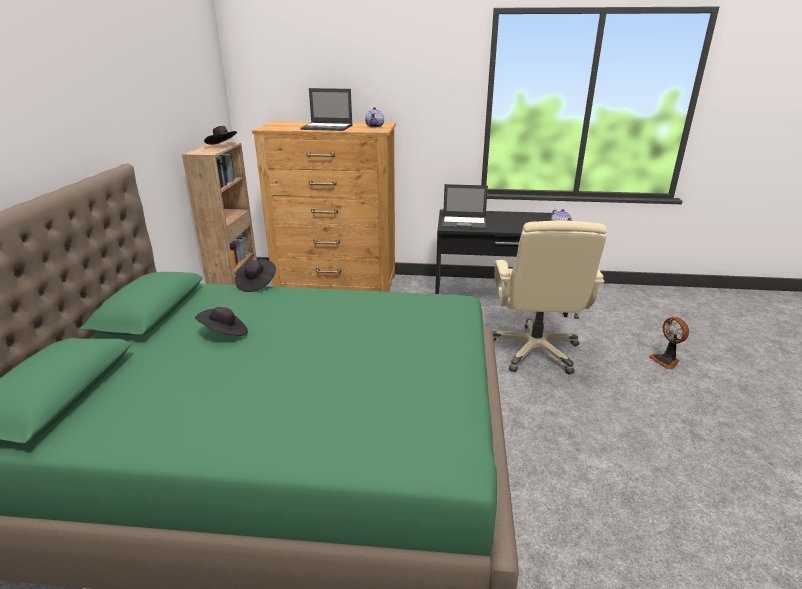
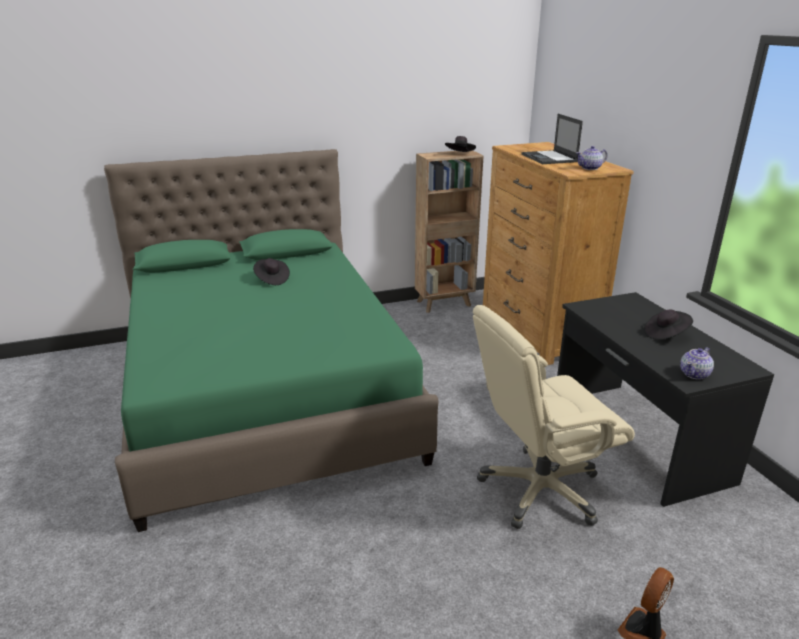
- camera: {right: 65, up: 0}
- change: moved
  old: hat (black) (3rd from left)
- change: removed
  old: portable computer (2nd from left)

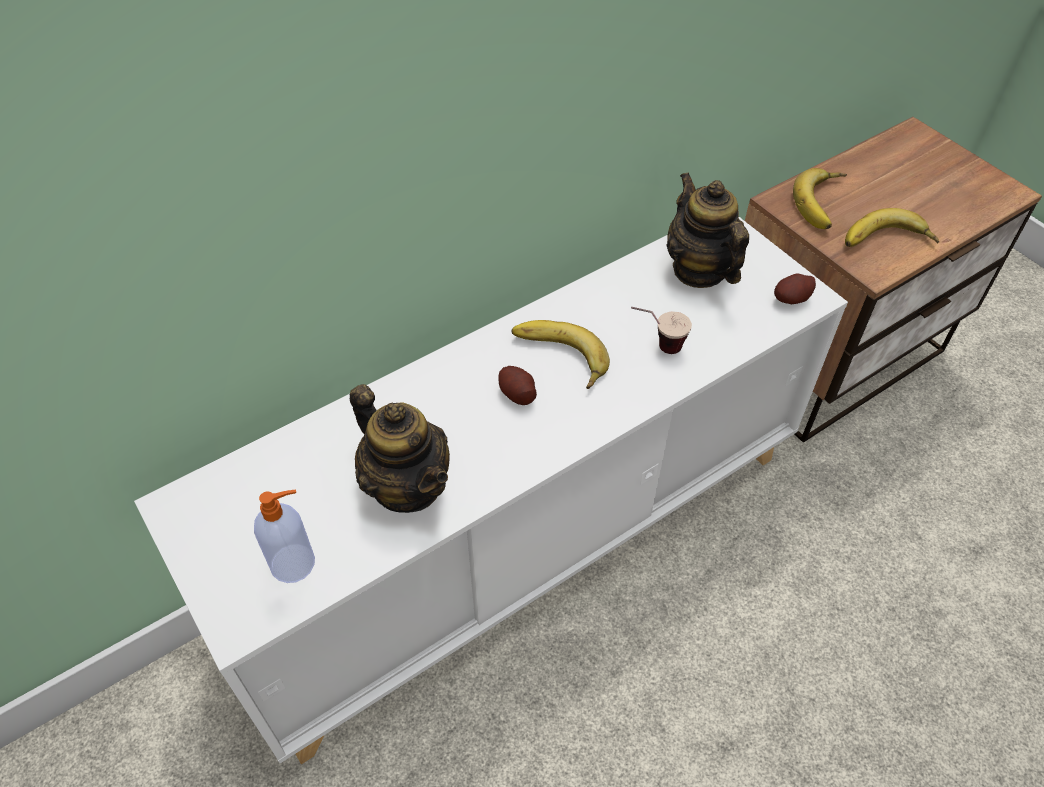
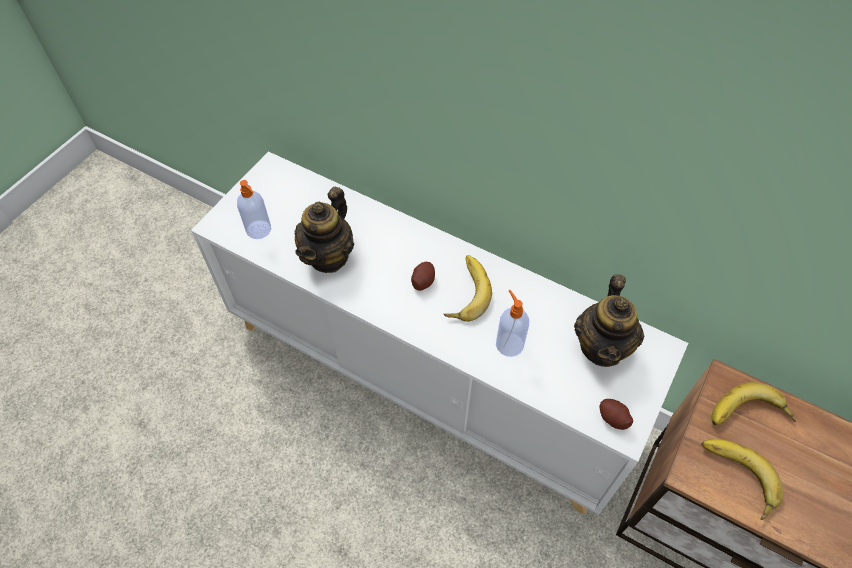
- camera: {right: 65, up: 5}
- change: replaced
  old: cup
  new: soap bottle (2nd from left)
- change: turned
  old: teapot (2nd from left)
  degrees: 150

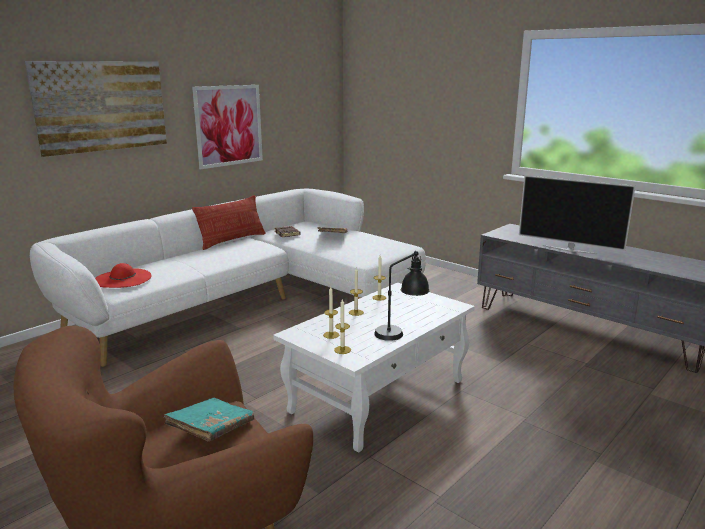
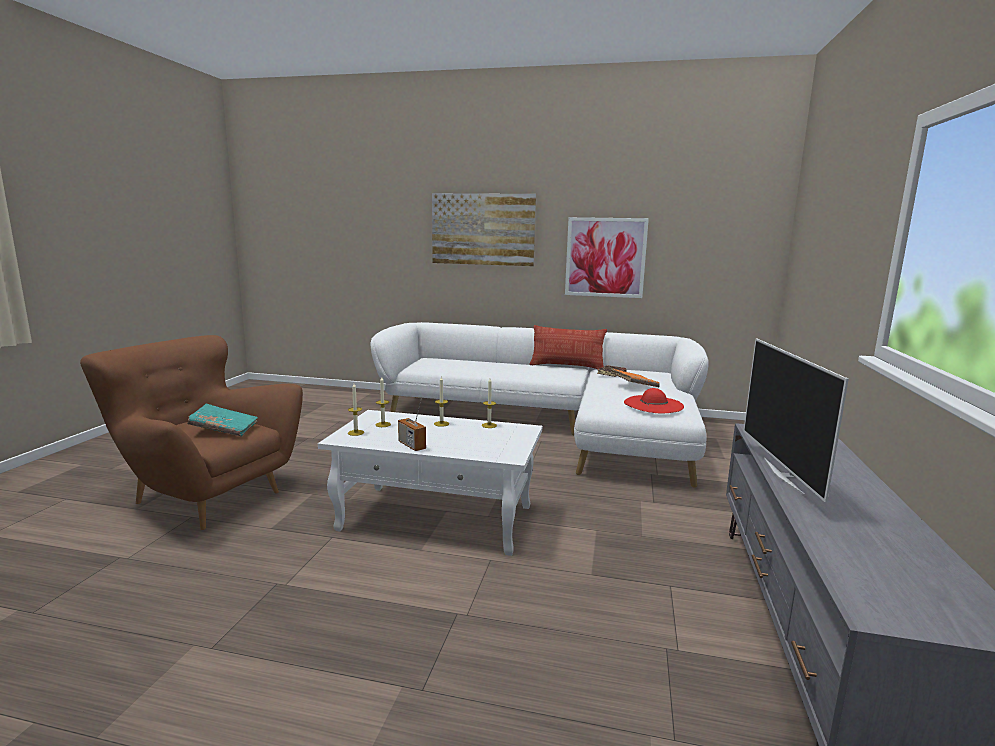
- camera: {right: 60, up: -5}
- change: moved
  old: hat (reddish)
- change: replaced
  old: lamp for a table (black)
  new: radio

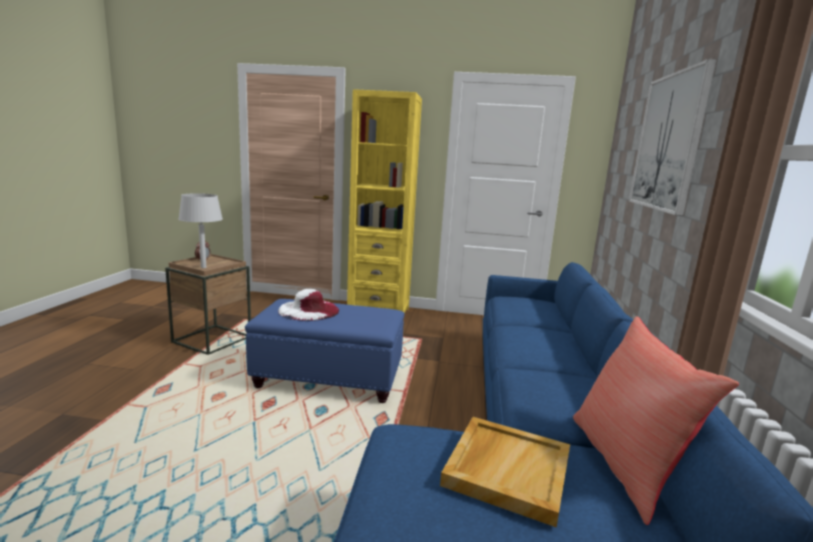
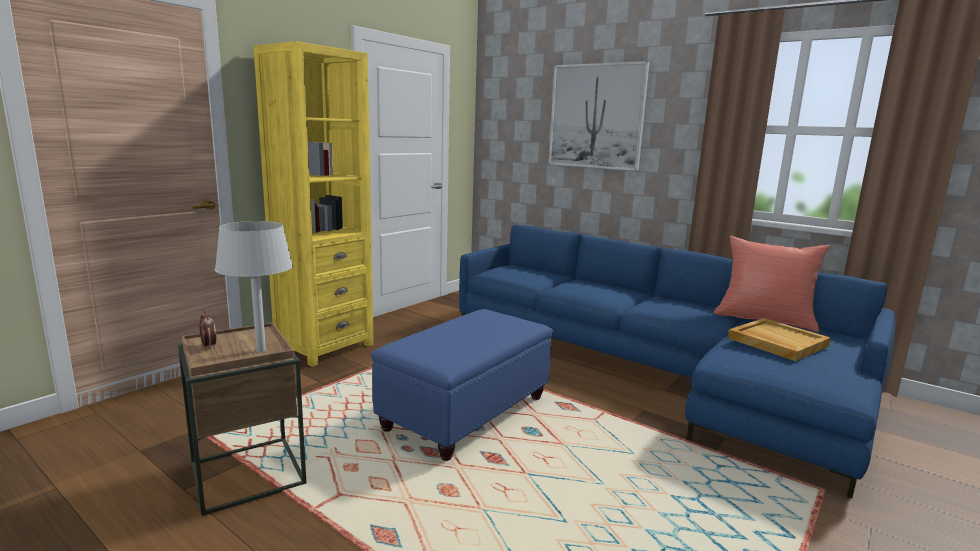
- camera: {right: -60, up: 0}
- change: removed
  old: hat (whitish)

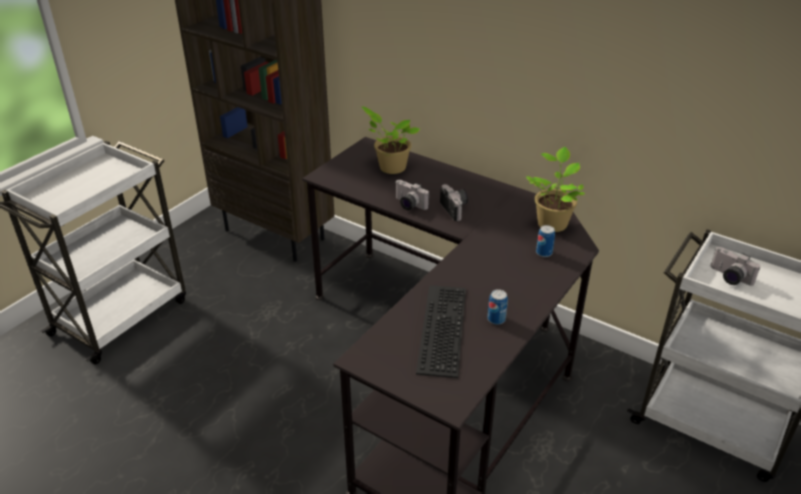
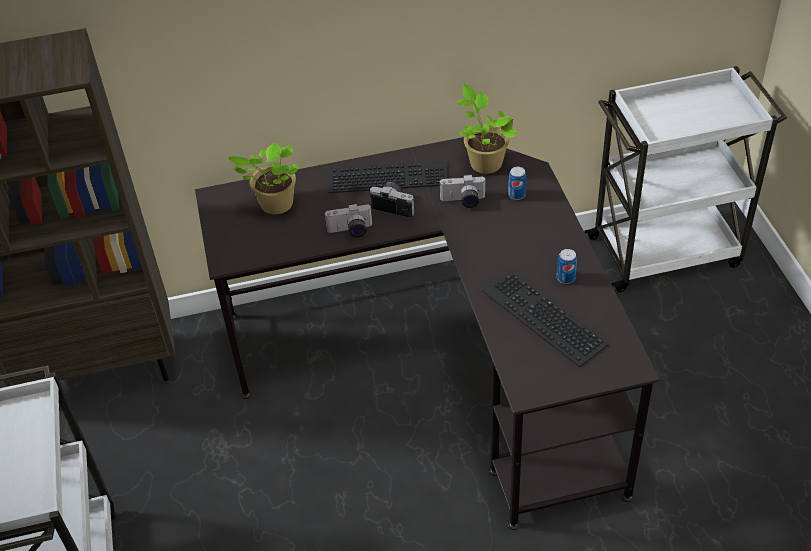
- camera: {right: -45, up: 10}
- change: moved
  old: still camera (3rd from left)
- change: added
  new: PC keyboard (1st from left)

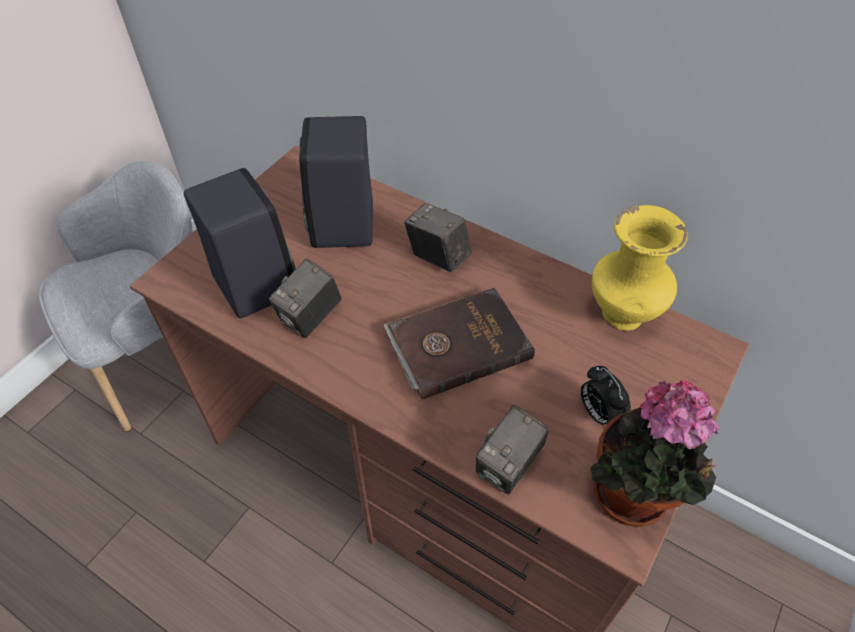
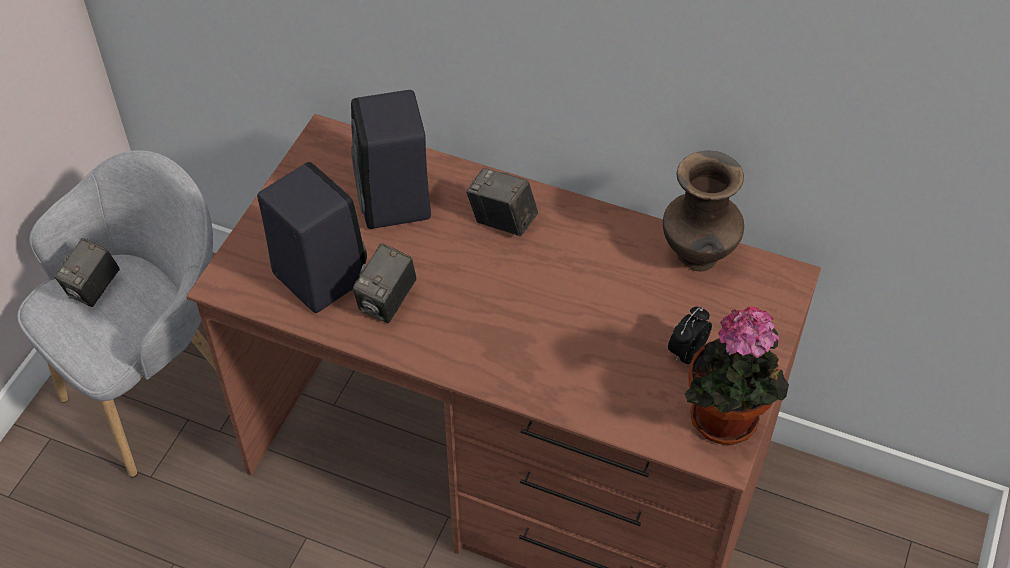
- camera: {right: -10, up: 0}
- change: removed
  old: book (brownish)
- change: moved
  old: still camera (3rd from left in the first image)
  new: still camera (1st from left)
- change: turned
  old: table clock
  degrees: 75
- change: recoloured
  old: flower vase (yellow-coloured)
  new: flower vase (brownish)

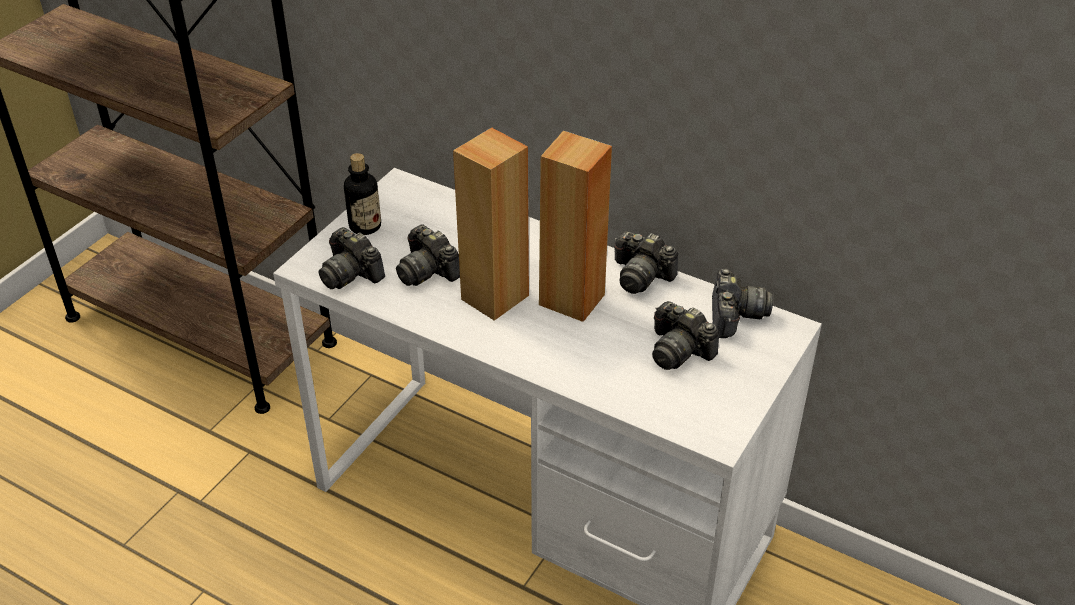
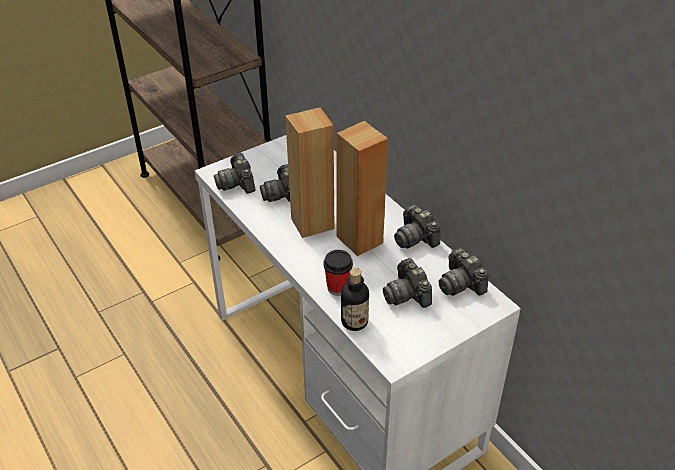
- camera: {right: 25, up: 0}
- change: moved
  old: beverage bottle
- change: turned
  old: still camera (5th from left)
  degrees: 120
- change: added
  new: cup

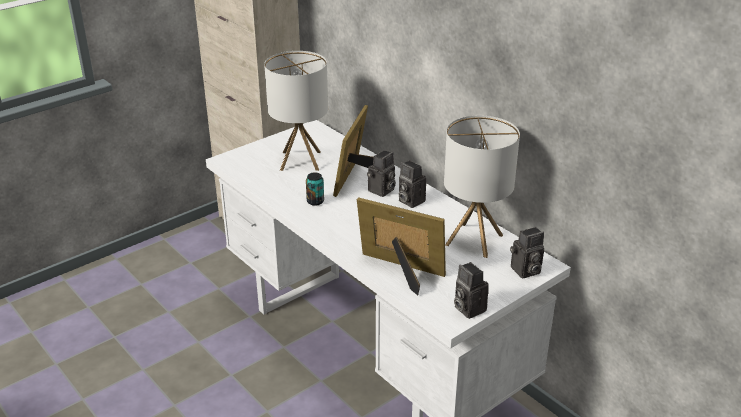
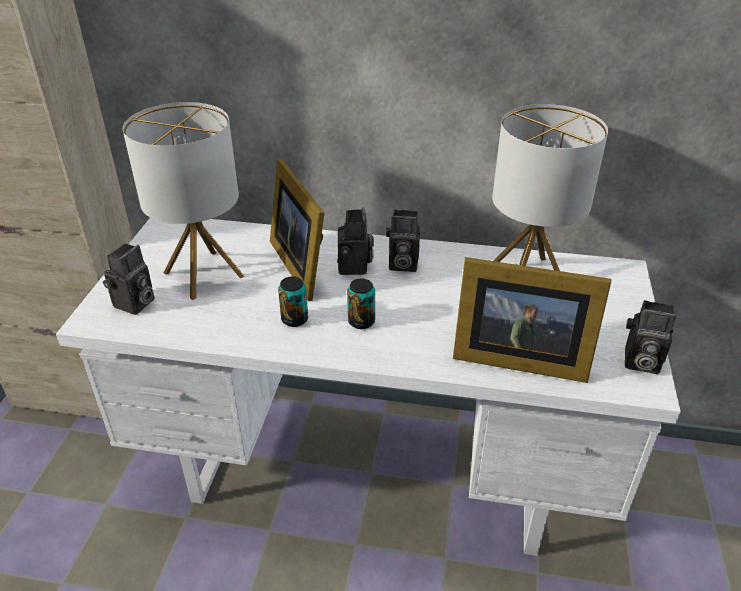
- camera: {right: -40, up: 5}
- change: turned
  old: picture frame (2nd from left)
  degrees: -150
- change: moved
  old: still camera (4th from left in the first image)
  new: still camera (1st from left)
- change: added
  new: can (2nd from left)

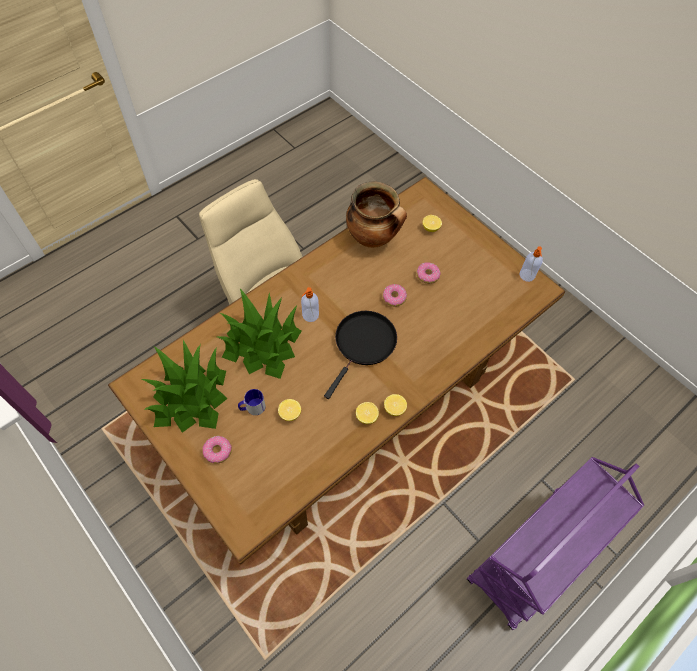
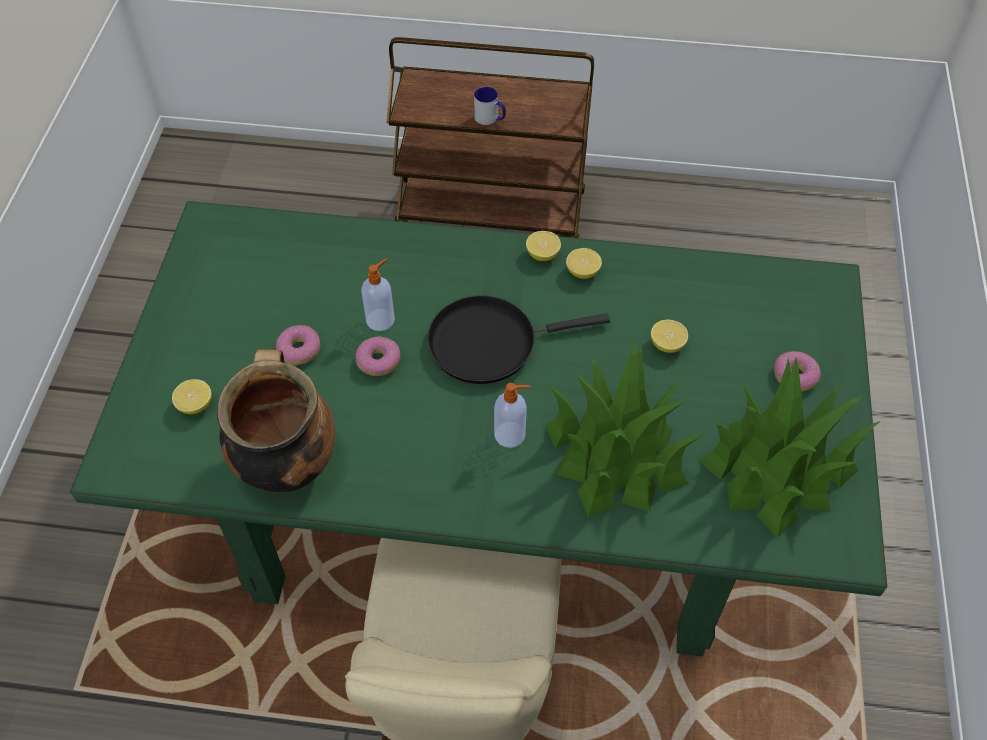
- camera: {right: -130, up: -5}
- change: recoloured
  old: dinner table (brownish)
  new: dinner table (green)
- change: moved
  old: coffee mug
- change: recoloured
  old: trolley (purple)
  new: trolley (brownish)
- change: moved
  old: soap bottle (2nd from left in the first image)
  new: soap bottle (1st from left)

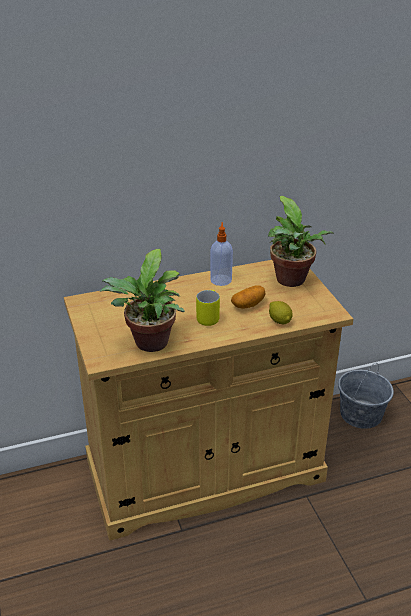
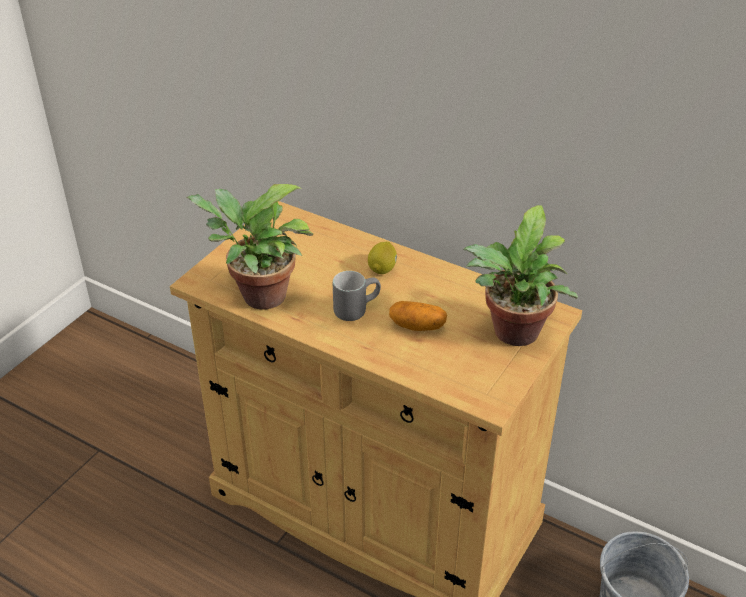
- camera: {right: 50, up: 5}
- change: recoloured
  old: coffee mug (yellow-coloured)
  new: coffee mug (grey)
- change: removed
  old: soap bottle
- change: moved
  old: lemon

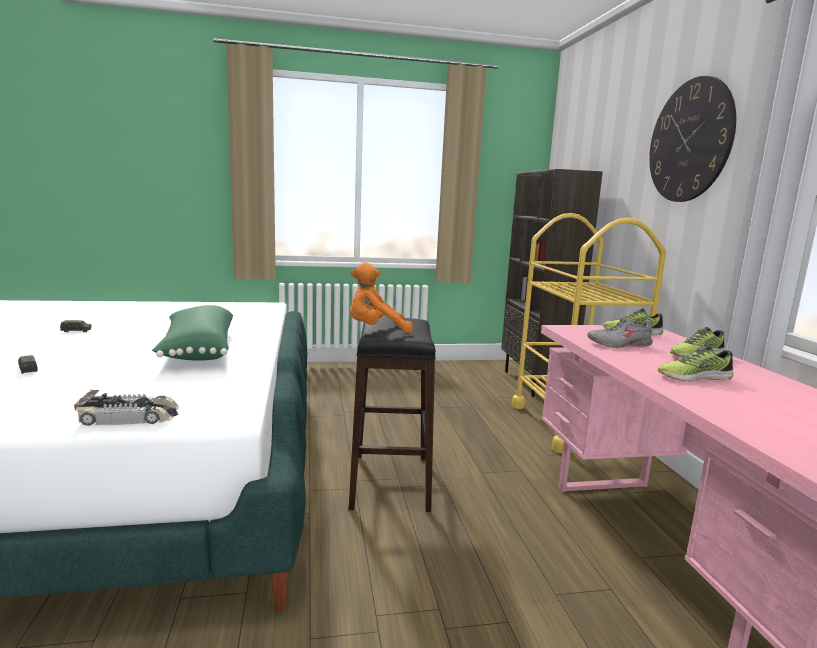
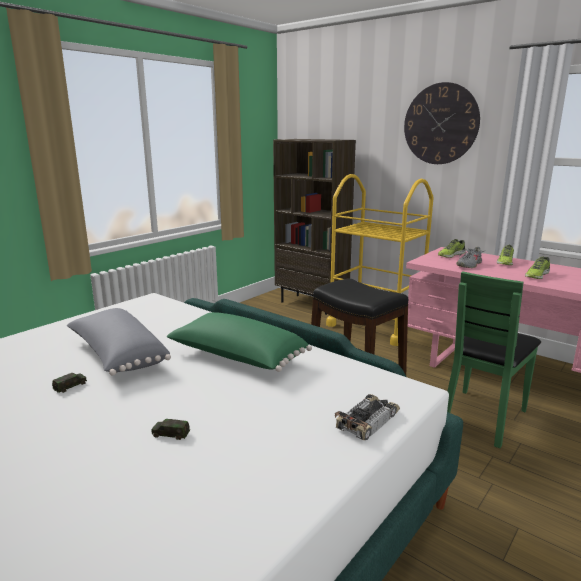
- camera: {right: -40, up: 5}
- change: removed
  old: soft toy (orangey)
- change: added
  new: throw pillow (grey)
- change: added
  new: chair (green)

